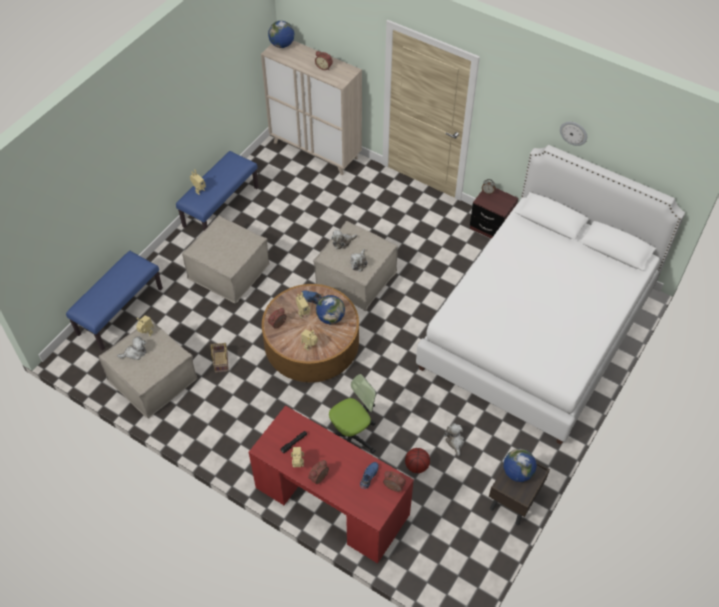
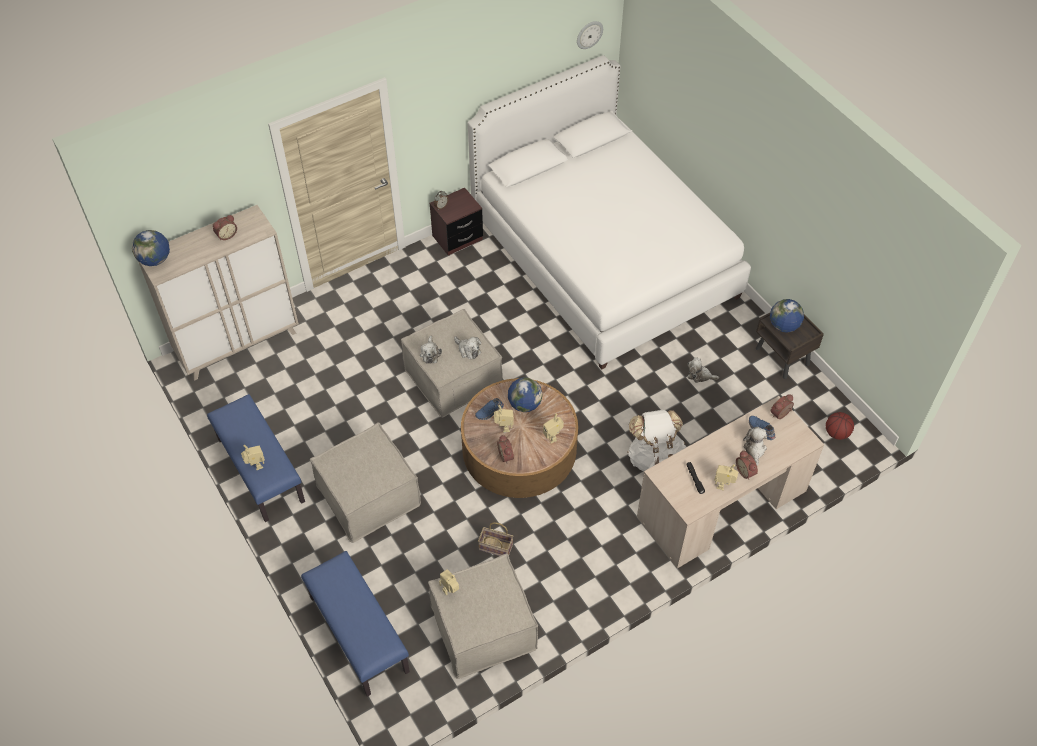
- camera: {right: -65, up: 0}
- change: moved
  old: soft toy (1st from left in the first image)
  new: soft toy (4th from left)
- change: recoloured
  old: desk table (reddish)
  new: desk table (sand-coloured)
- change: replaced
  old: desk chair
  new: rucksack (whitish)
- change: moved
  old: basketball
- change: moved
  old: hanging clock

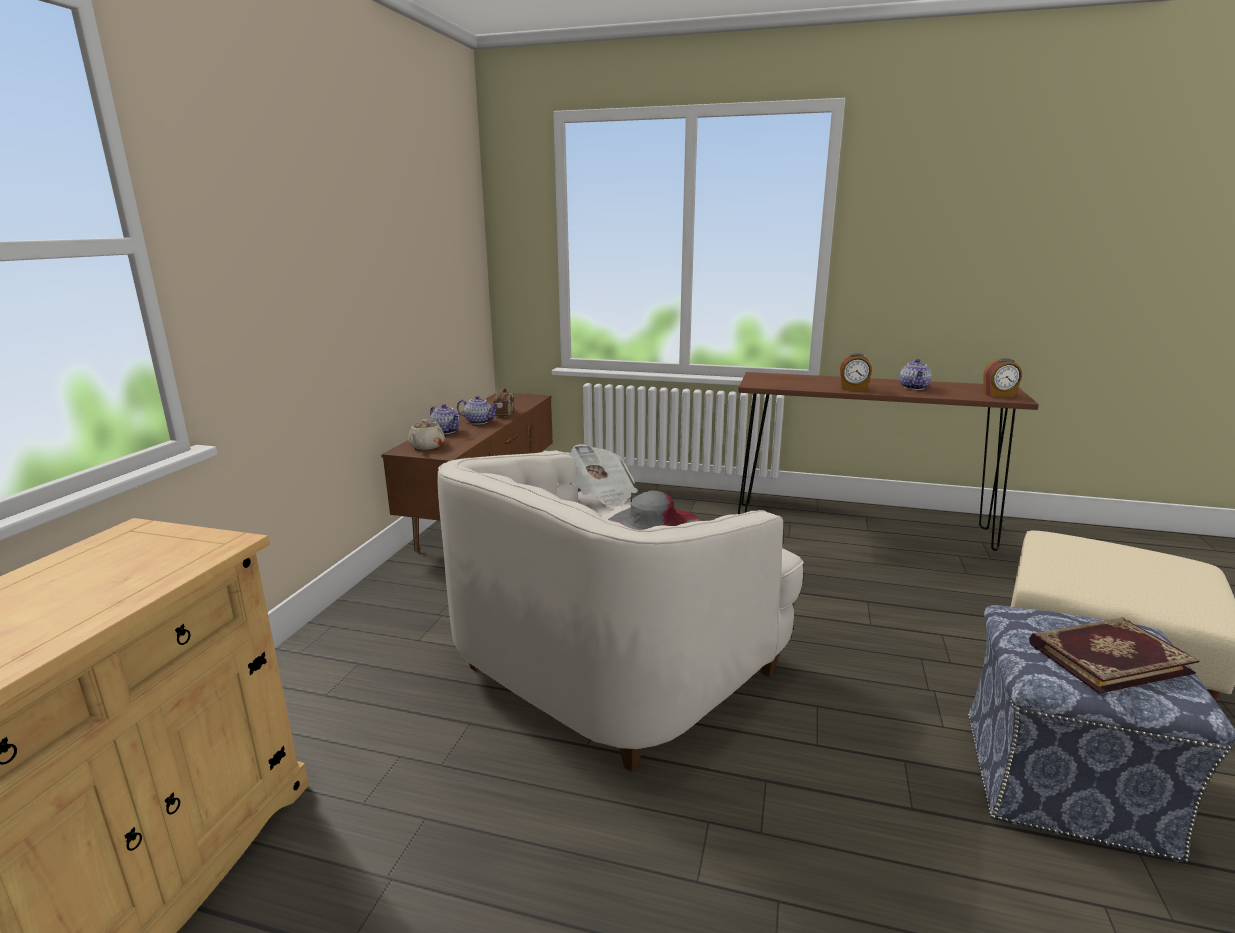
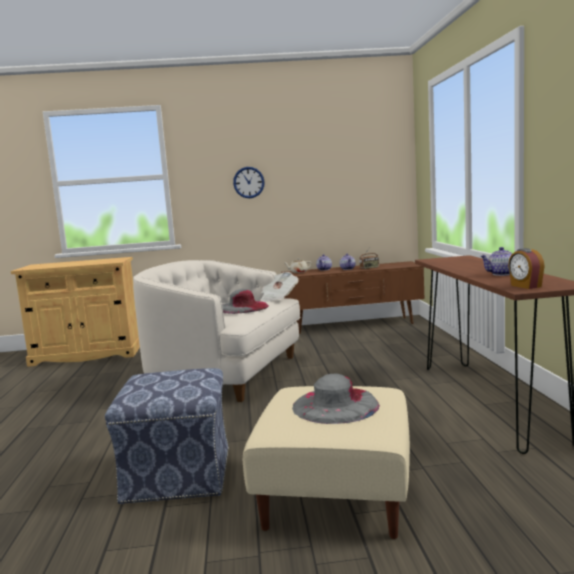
- camera: {right: 70, up: -10}
- change: removed
  old: table clock (1st from left)
- change: removed
  old: book
- change: added
  new: hanging clock
- change: added
  new: hat (grey) (2nd from left)

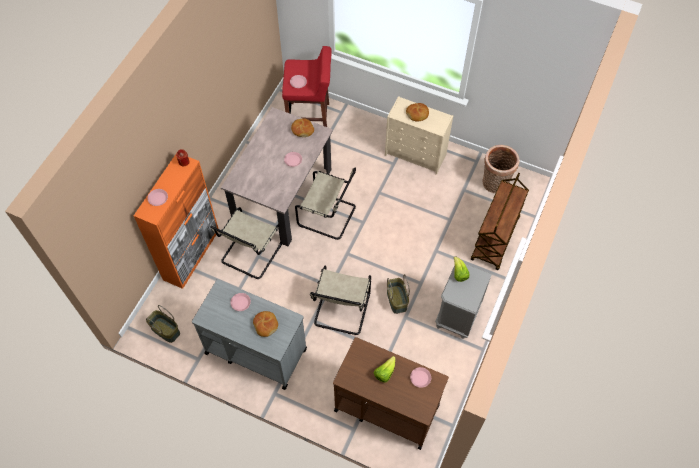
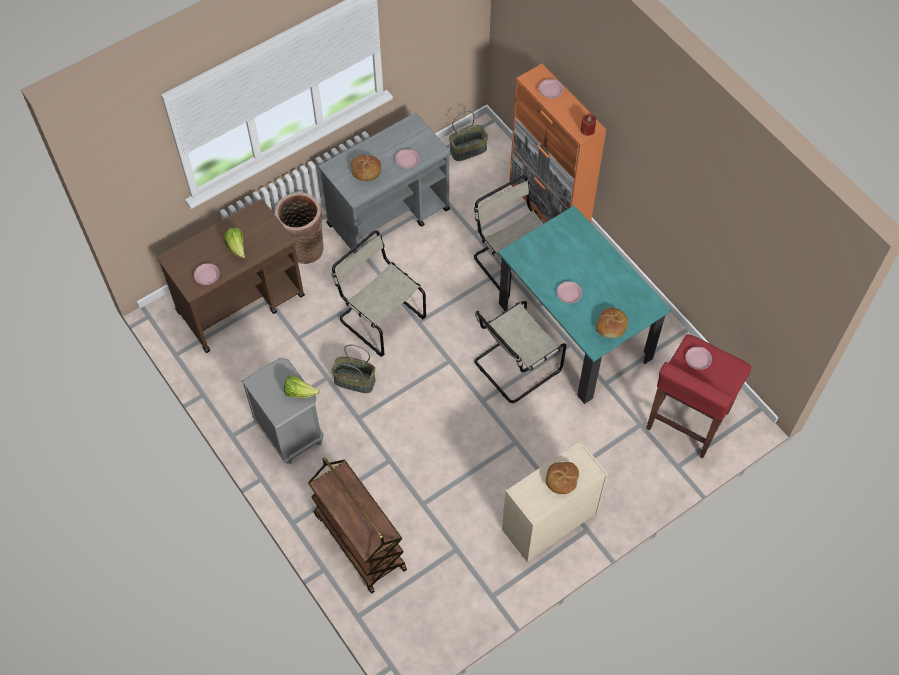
- camera: {right: 120, up: 0}
- change: recoloured
  old: dinner table (sand-coloured)
  new: dinner table (blue-green)
- change: moved
  old: basket (3rd from left in the first image)
  new: basket (1st from left)

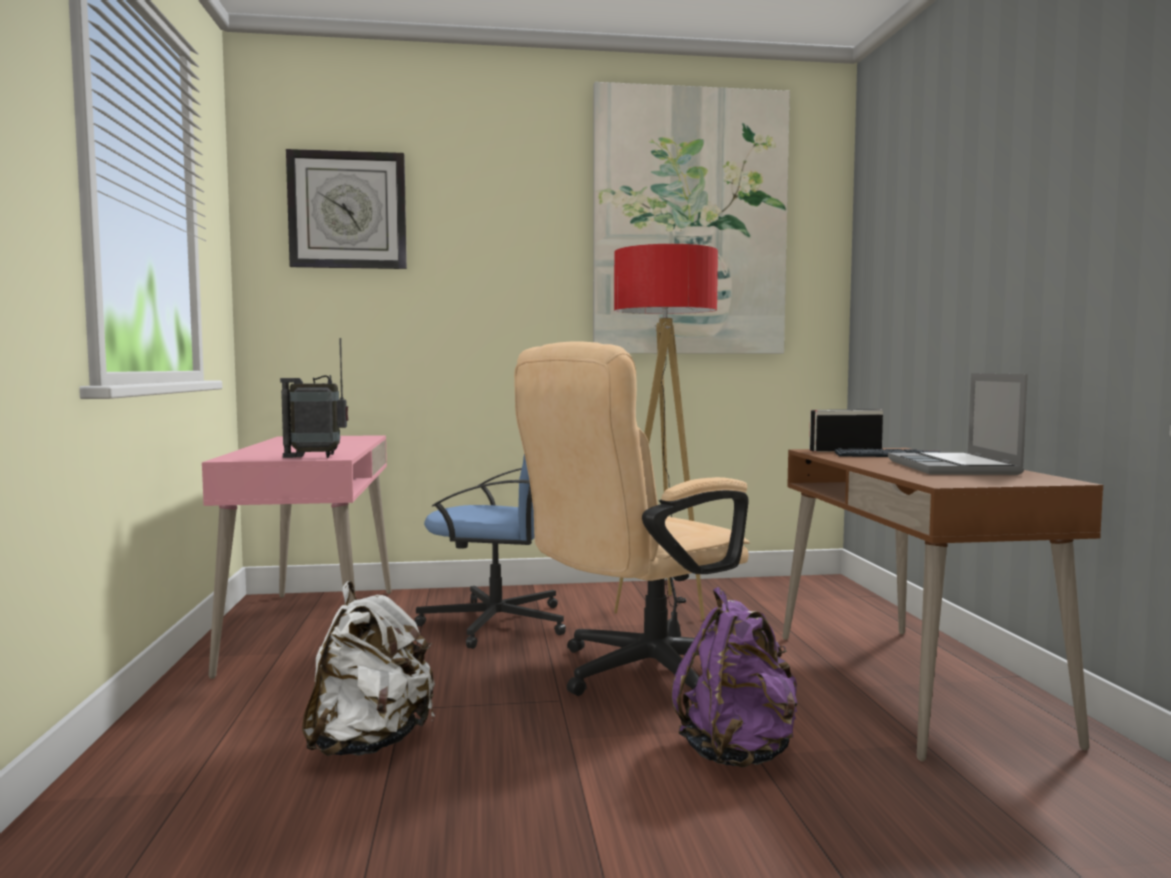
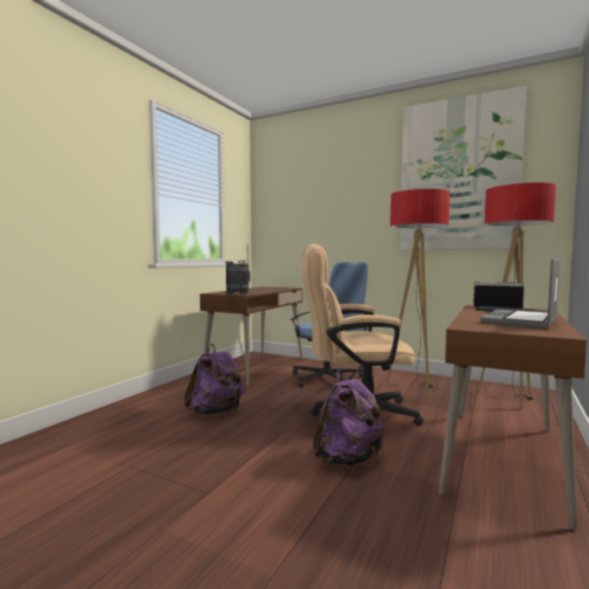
- camera: {right: 35, up: 0}
- change: recoloured
  old: desk table (pink)
  new: desk table (brownish) (1st from left)
- change: removed
  old: hanging clock
- change: recoloured
  old: rucksack (whitish)
  new: rucksack (purple) (1st from left)
- change: added
  new: standing lamp (2nd from left)

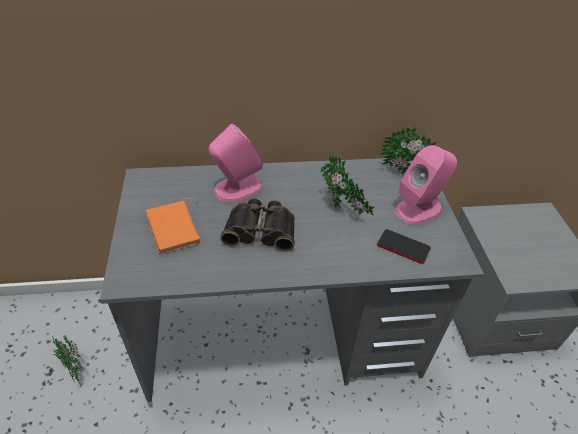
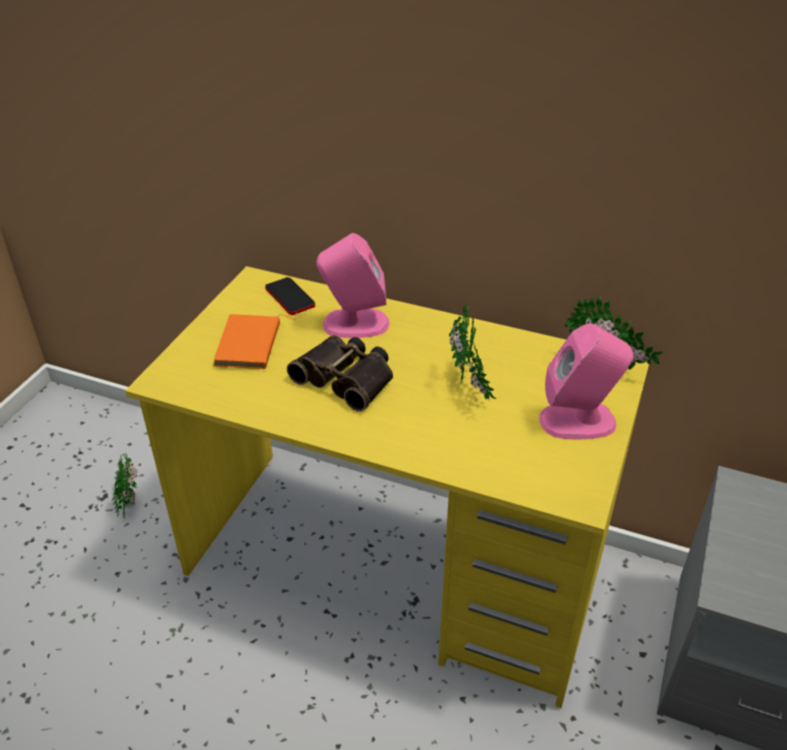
- camera: {right: 30, up: -5}
- change: recoloured
  old: desk table (grey)
  new: desk table (yellow-coloured)
- change: moved
  old: phone

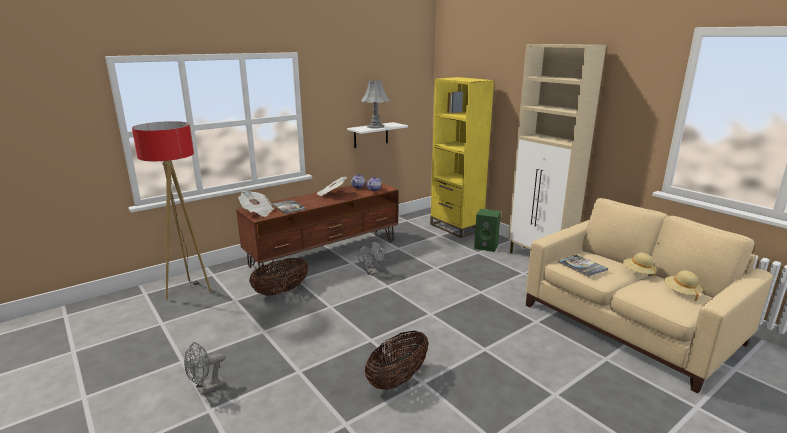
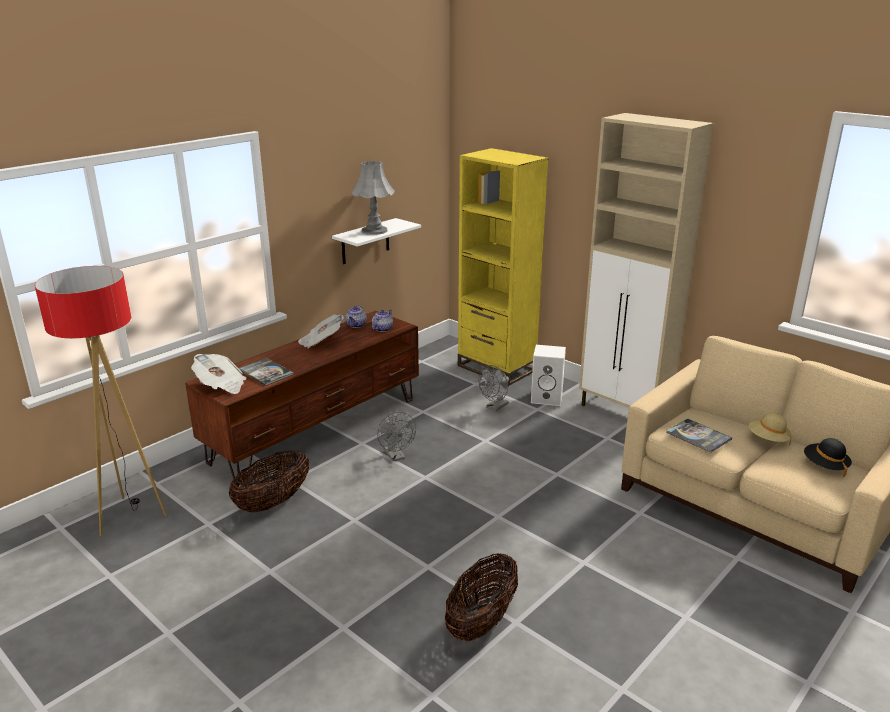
- camera: {right: -10, up: 5}
- change: moved
  old: electric fan (grey) (1st from left in the first image)
  new: electric fan (grey) (2nd from left)
- change: recoloured
  old: loudspeaker (green)
  new: loudspeaker (whitish)
- change: recoloured
  old: hat (sand-coloured) (2nd from left)
  new: hat (black)

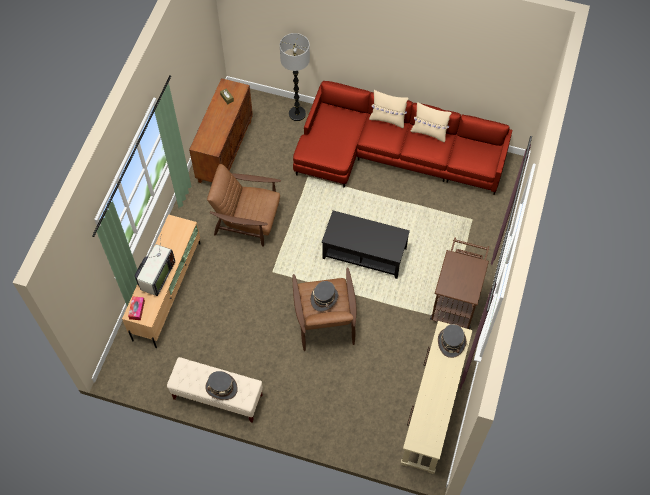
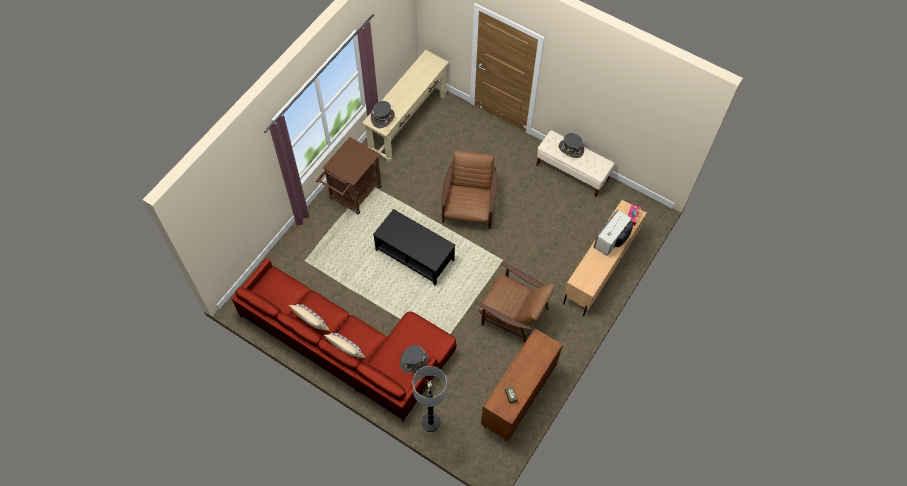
- camera: {right: -165, up: 0}
- change: moved
  old: hat (grey) (2nd from left)

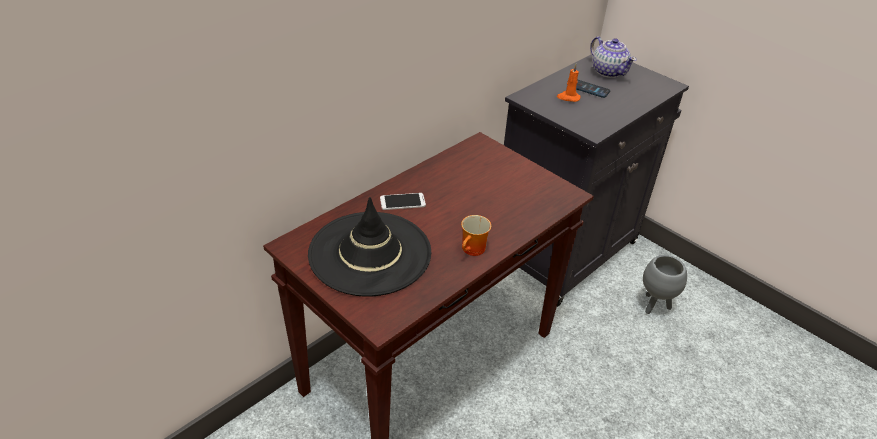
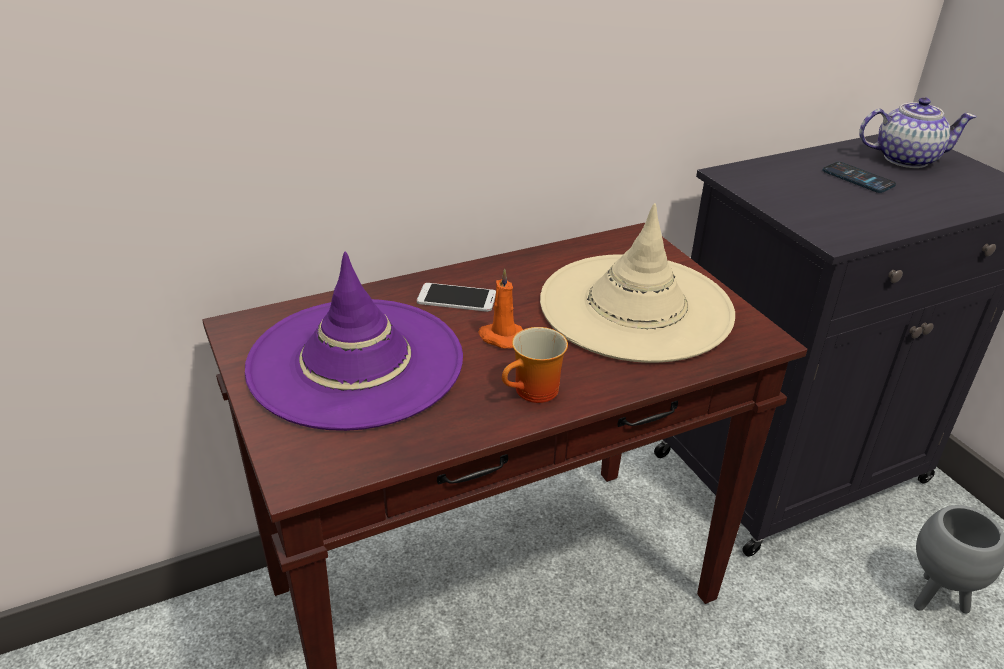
- camera: {right: 20, up: -5}
- change: recoloured
  old: hat (black)
  new: hat (purple)
- change: moved
  old: wax light (orangey)
- change: turned
  old: teapot
  degrees: -75
- change: added
  new: hat (sand-coloured)

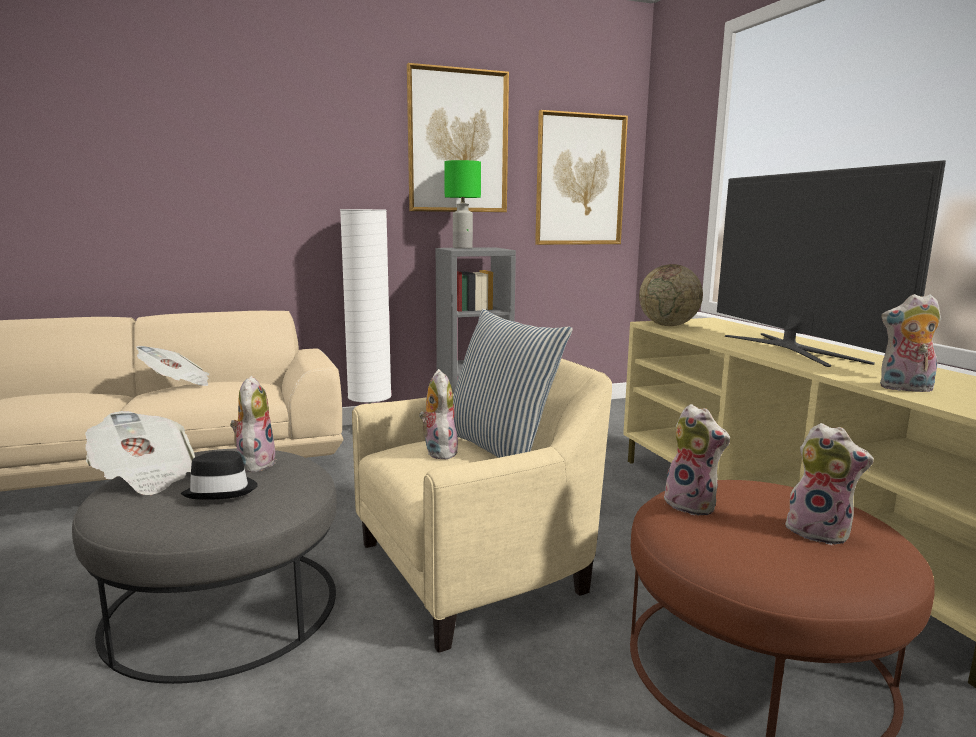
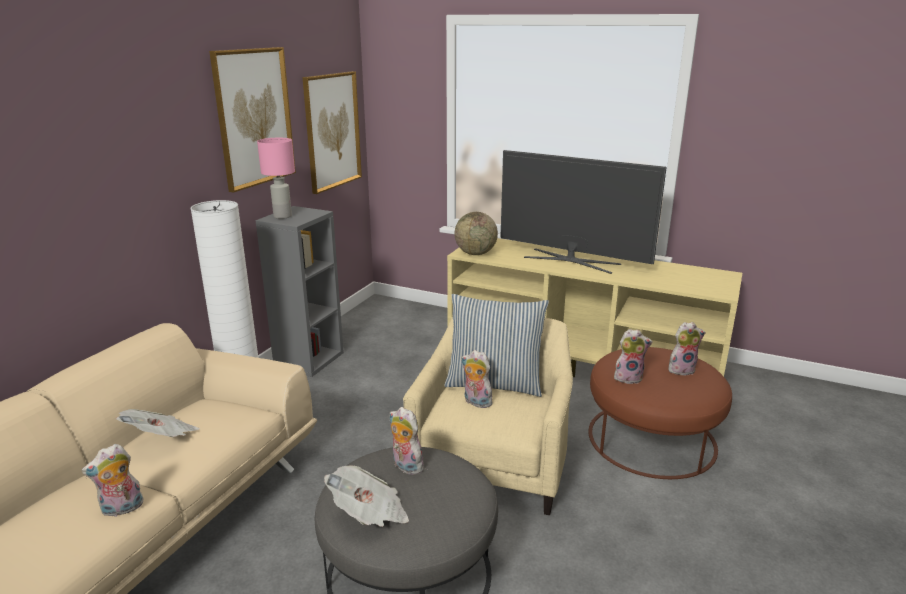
- camera: {right: -45, up: 10}
- change: removed
  old: hat (black)
- change: recoloured
  old: lamp for a table (green)
  new: lamp for a table (pink)
- change: moved
  old: soft toy (5th from left in the first image)
  new: soft toy (1st from left)

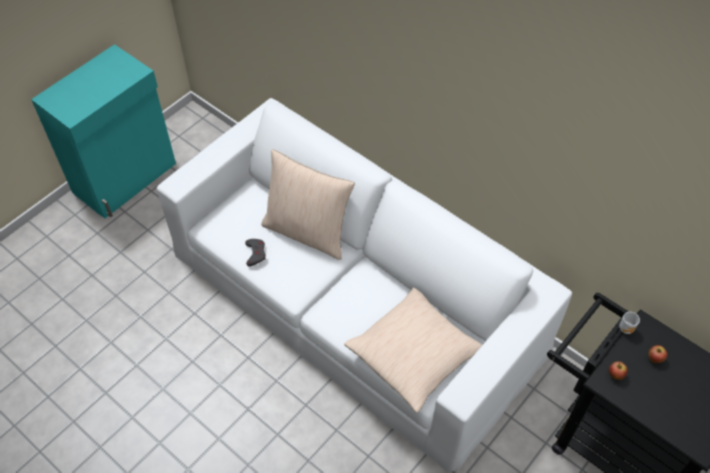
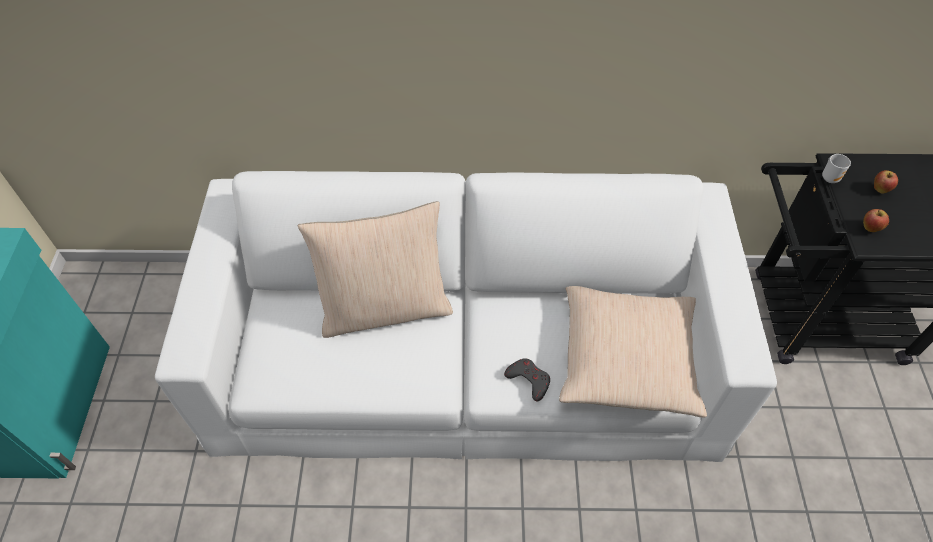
- camera: {right: -40, up: 0}
- change: moved
  old: gamepad (grey)

